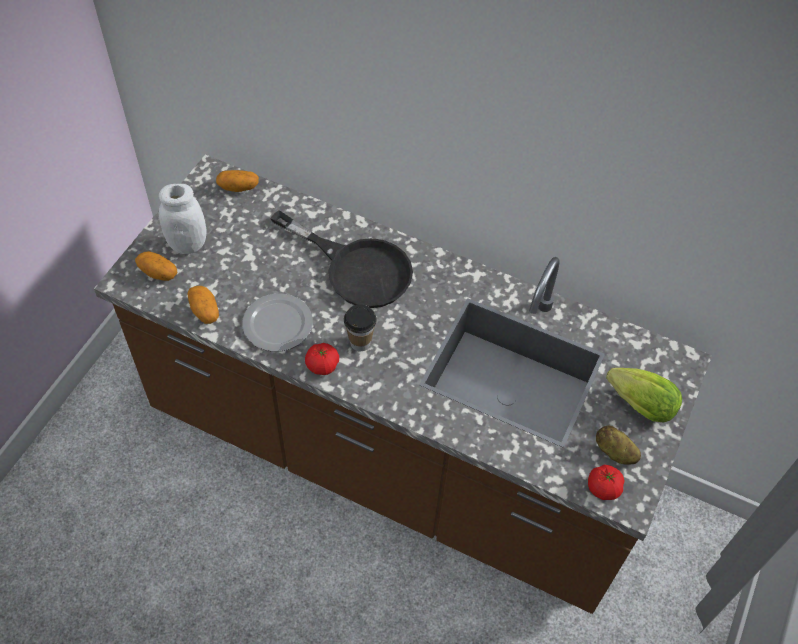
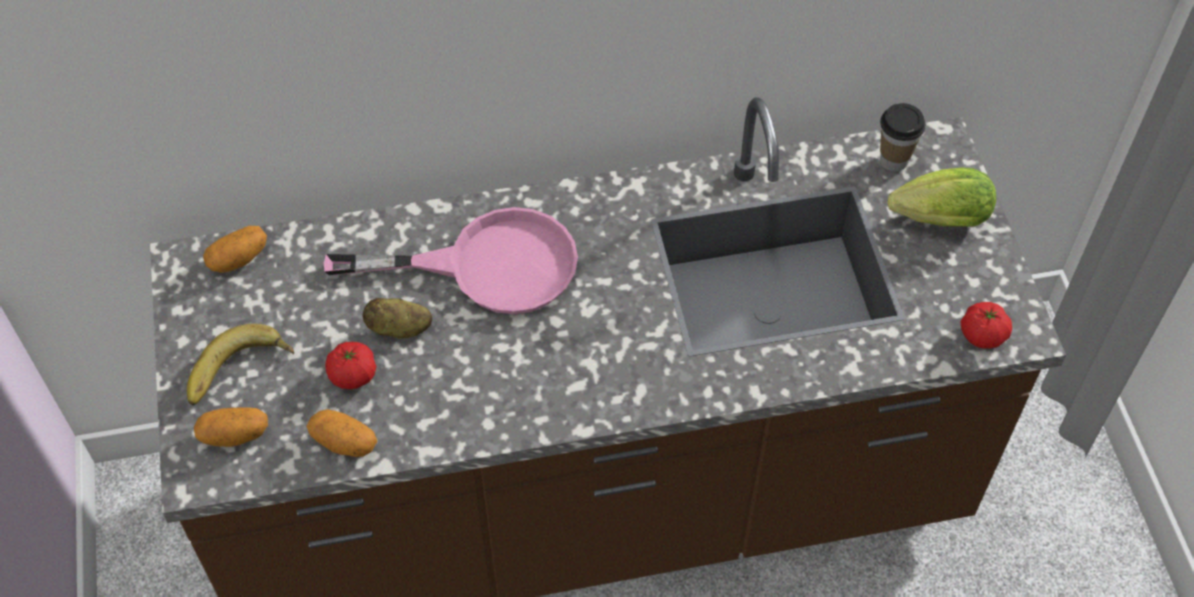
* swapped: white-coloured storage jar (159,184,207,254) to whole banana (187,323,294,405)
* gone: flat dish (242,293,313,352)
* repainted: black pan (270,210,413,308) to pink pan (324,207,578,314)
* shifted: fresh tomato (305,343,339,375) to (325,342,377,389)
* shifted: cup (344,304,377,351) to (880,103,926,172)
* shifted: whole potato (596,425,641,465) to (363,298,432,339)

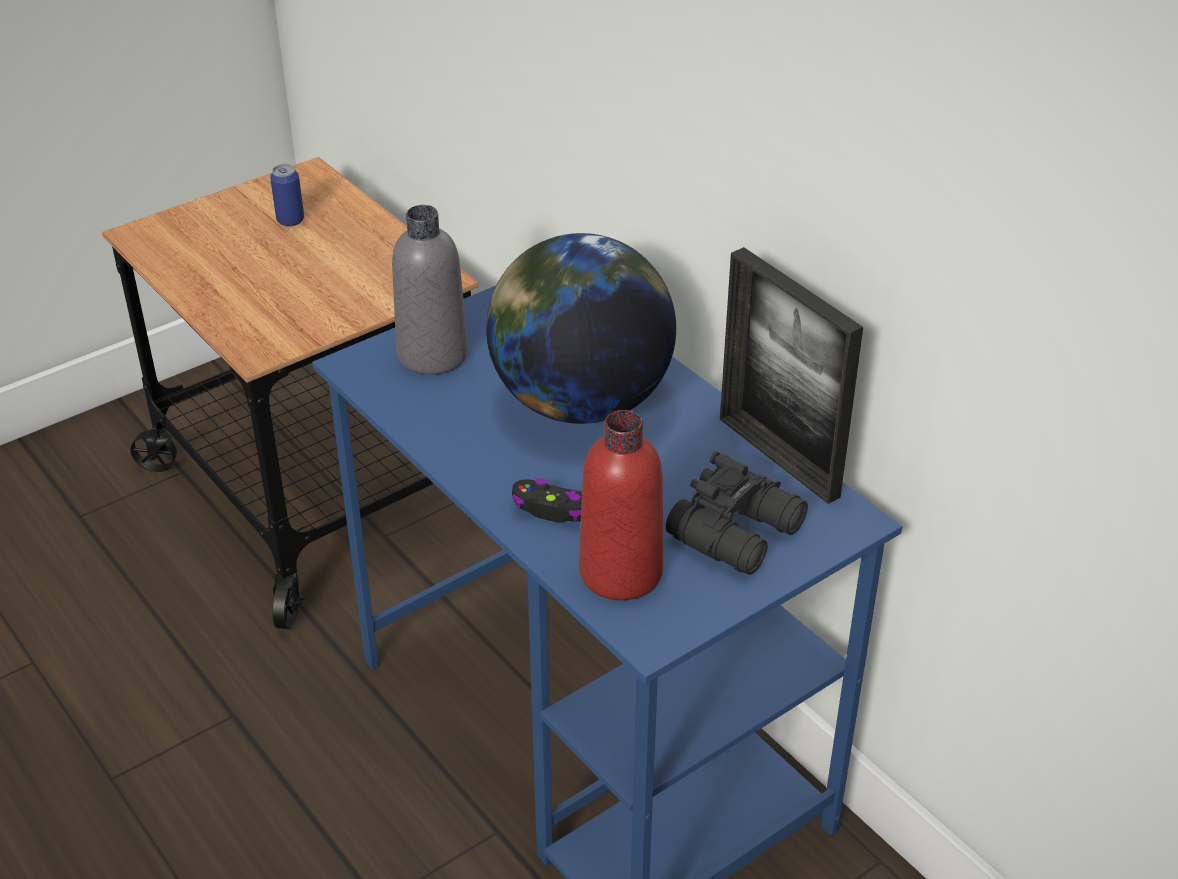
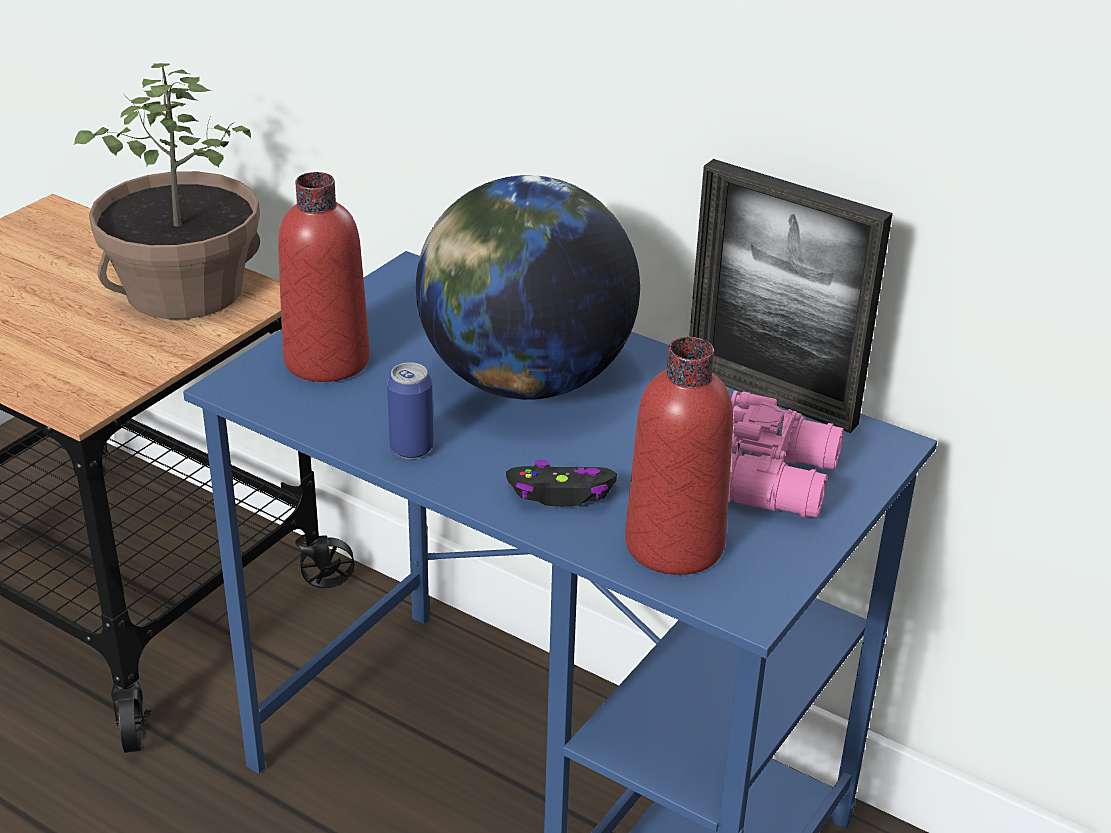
* shifted: can (270,164,304,227) to (387,362,434,459)
* repainted: greyish beverage bottle (392,205,468,375) to red-coloured beverage bottle (278,172,370,382)
* repainted: black field glasses (666,451,808,575) to pink field glasses (729,391,844,518)
* new: plant in a pot (74,63,260,319)

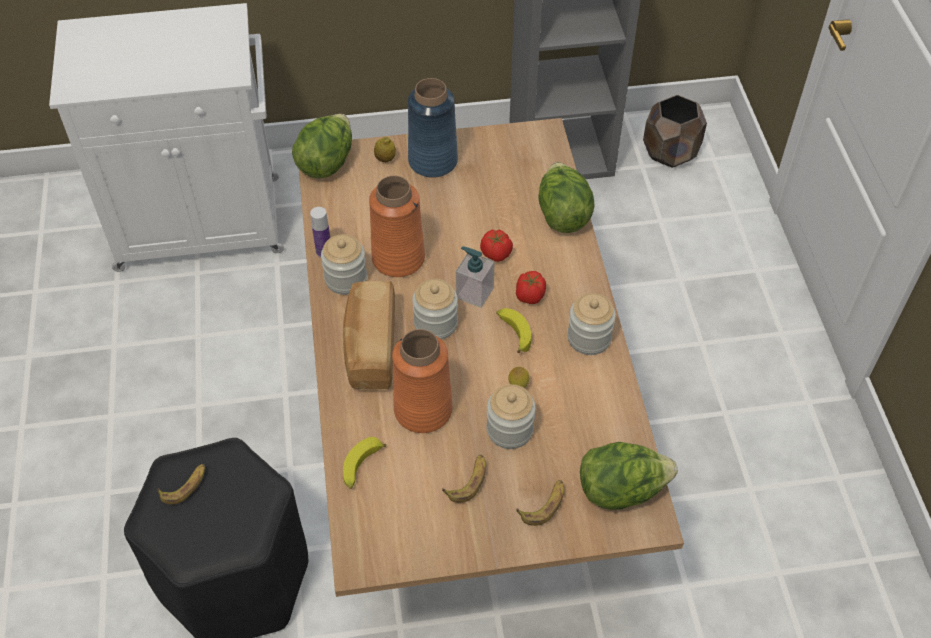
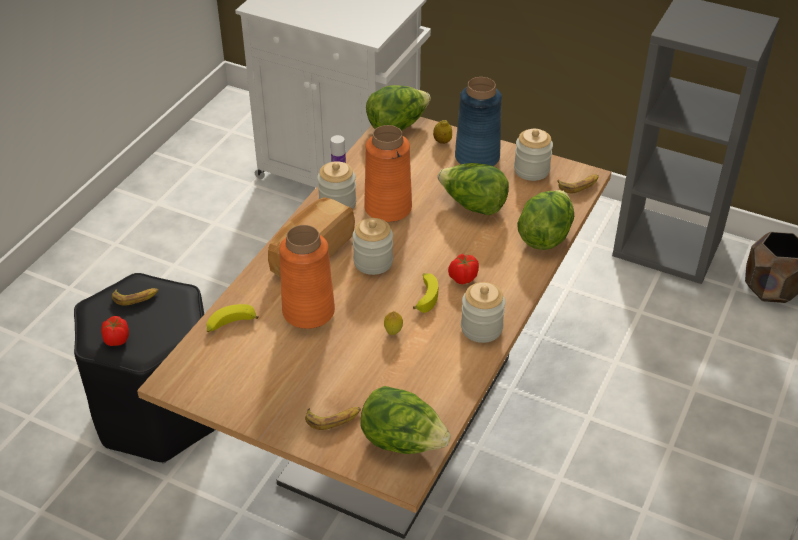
* shifted: whole banana (442,455,486,503) to (557,174,599,193)
* gone: soap bottle (456,246,495,308)
* shifted: fresh tomato (480,229,513,262) to (101,316,129,346)
* shifted: storage jar (486,384,536,449) to (514,129,553,181)
* new: lettuce head (437,163,509,215)

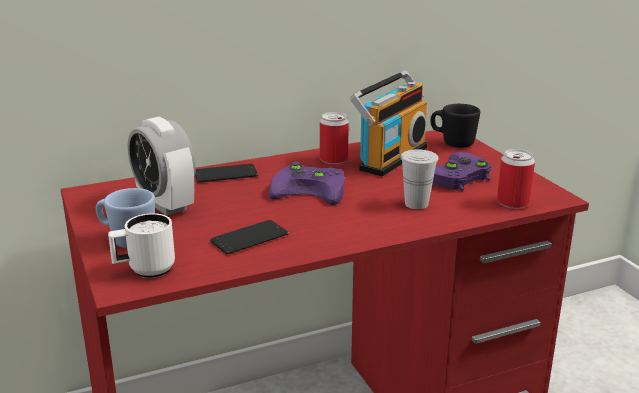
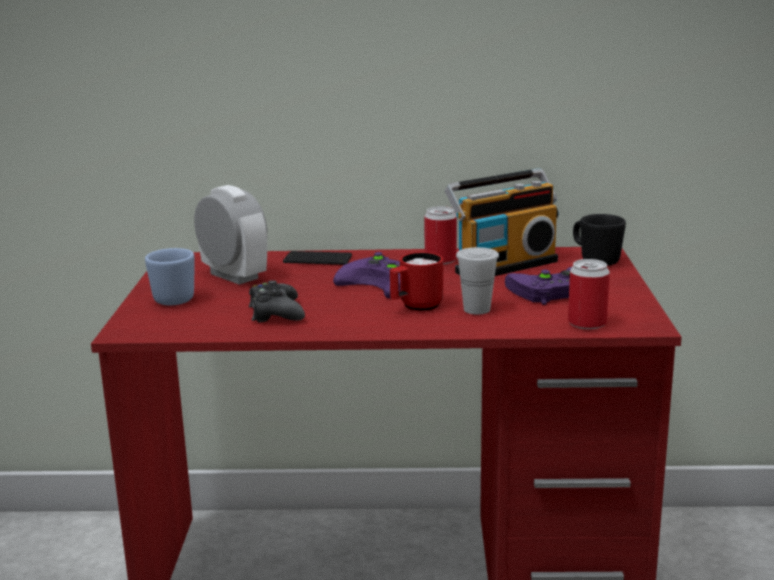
* gone: white-coloured tea mug (108,213,175,278)
* rotated: bedside clock (128,117,196,216) = (194,185,267,285) 150 degrees clockwise
* swapped: telephone (210,220,288,254) to black joypad (249,280,305,323)
* new: red-coloured tea mug (390,252,443,311)

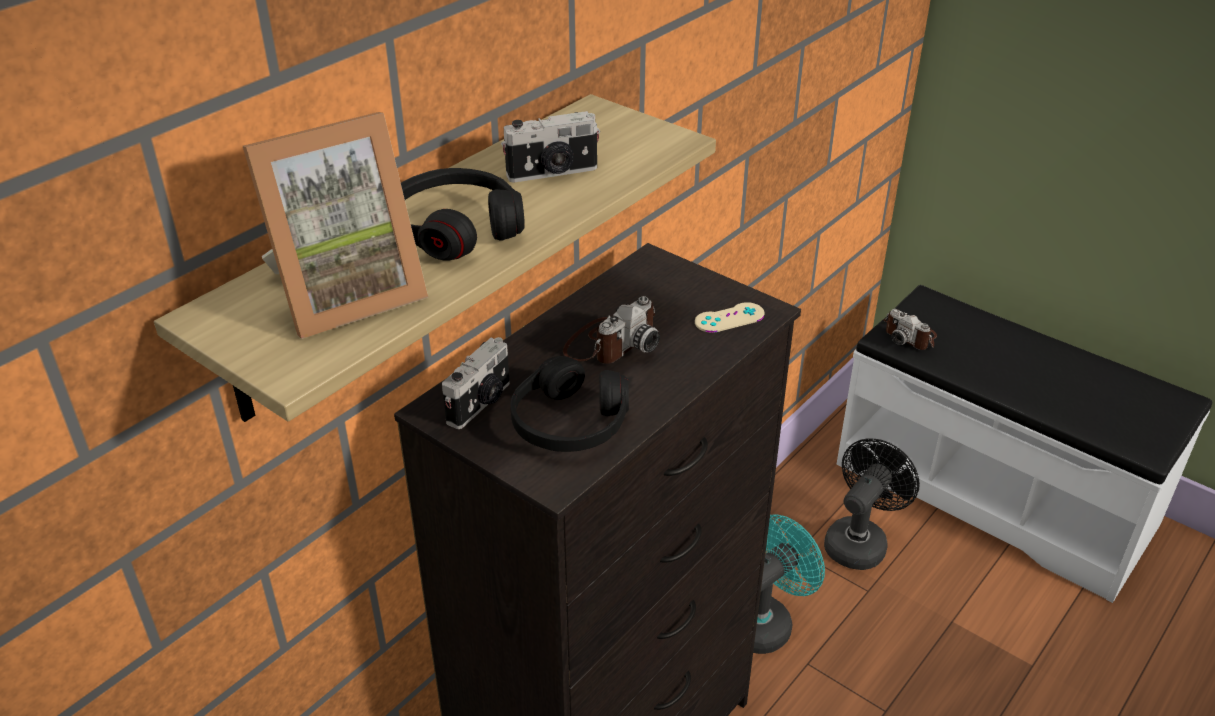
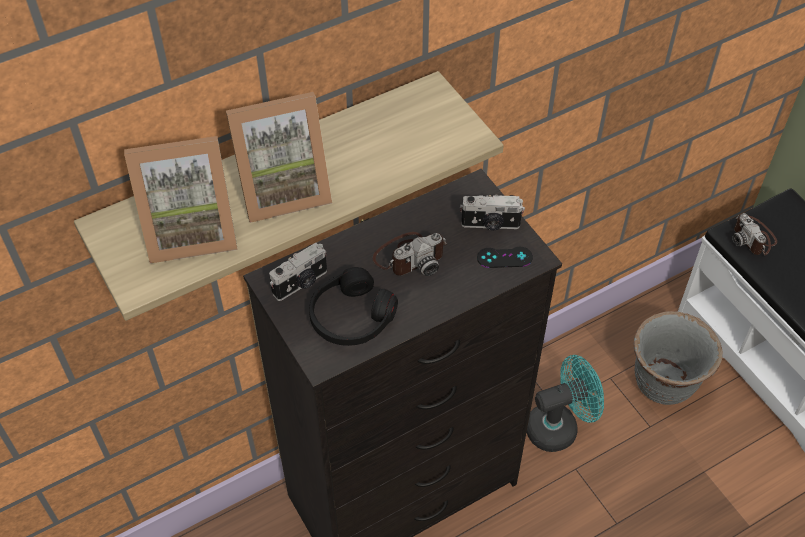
* swapped: black pair of headphones (401,168,525,261) to photo frame (226,92,332,223)
* shifted: still camera (501,111,600,182) to (460,195,525,230)
* repainted: beige-coloured joypad (695,302,765,333) to black joypad (477,247,533,268)
* swapped: black electric fan (824,439,920,570) to greyish flower pot (634,311,723,405)

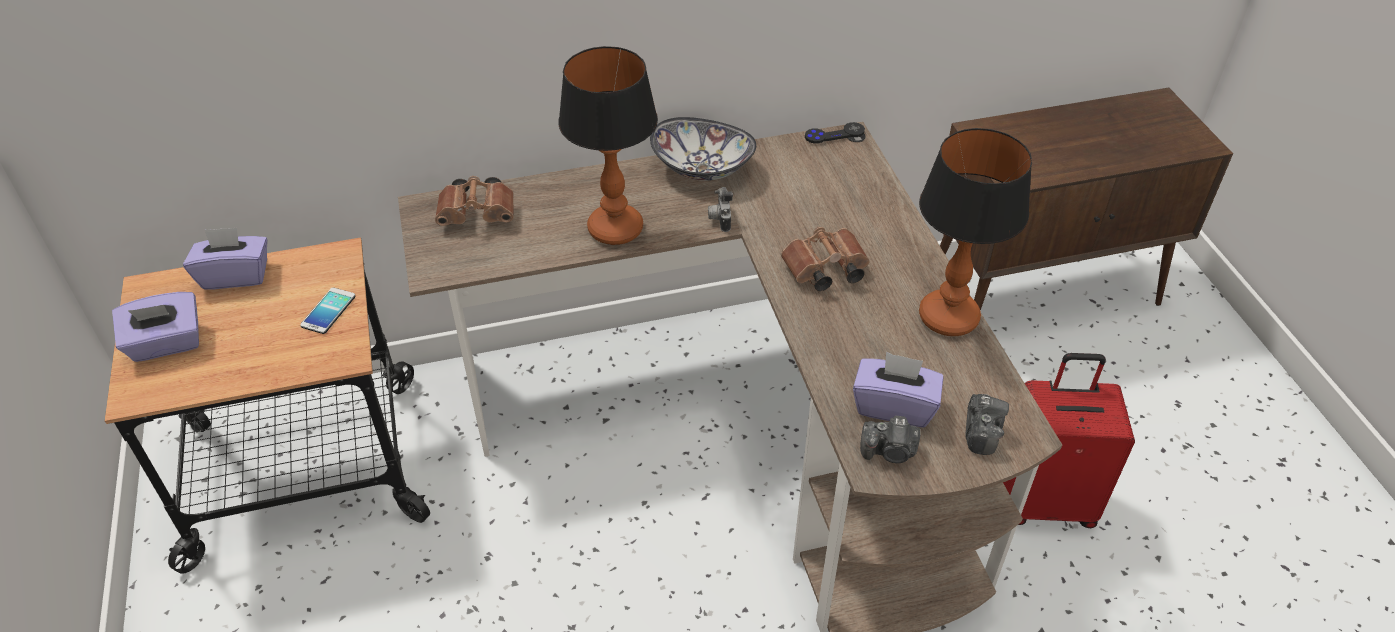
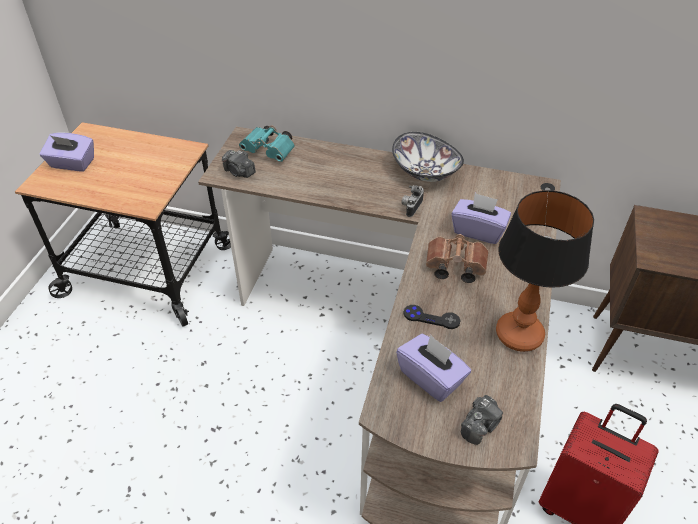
* shifted: purple-coloured tissue holder (183,227,268,290) to (451,193,511,244)
* gone: telephone (300,287,356,334)
* repainted: brown-coloured field glasses (435,176,514,226) to turquoise field glasses (239,126,295,162)
* gone: tabletop lamp (558,46,658,245)
* shifted: black joypad (805,122,865,144) to (403,305,460,329)
* shifted: still camera (860,415,921,463) to (222,150,256,178)

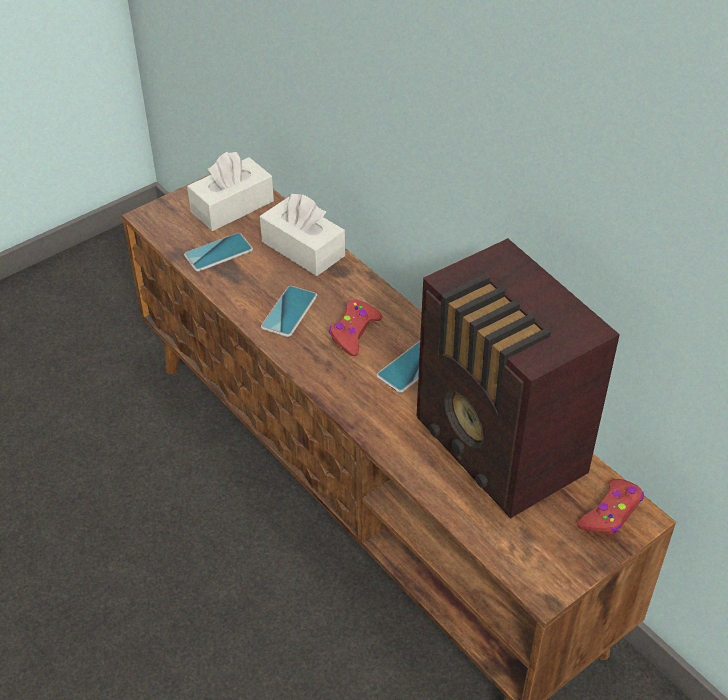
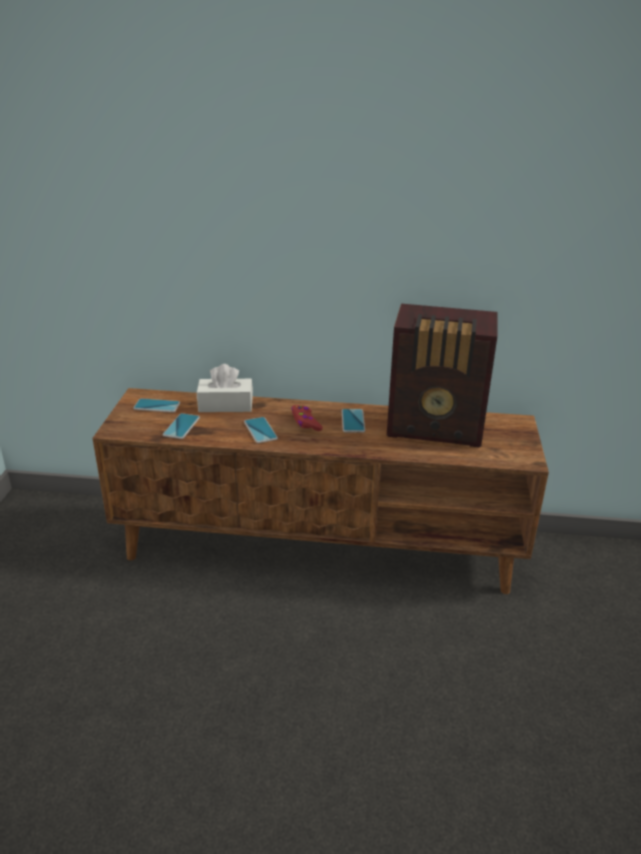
* swapped: white-coloured tissue holder (187,152,274,231) to telephone (133,398,180,413)
* gone: red-coloured joypad (577,479,644,534)

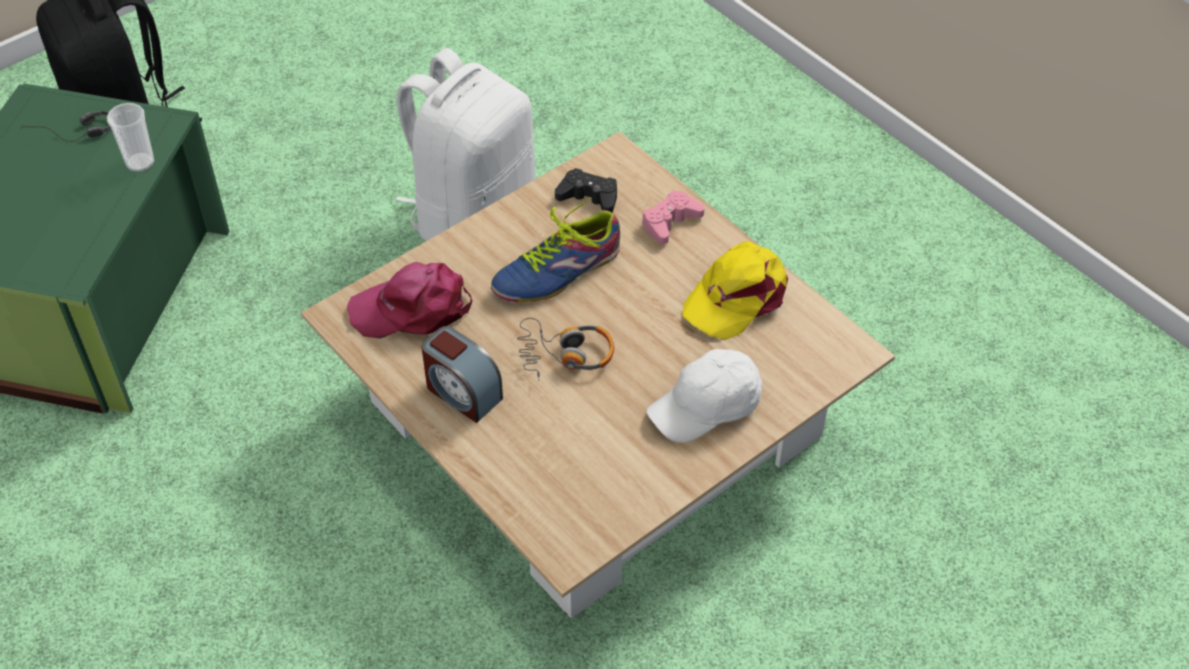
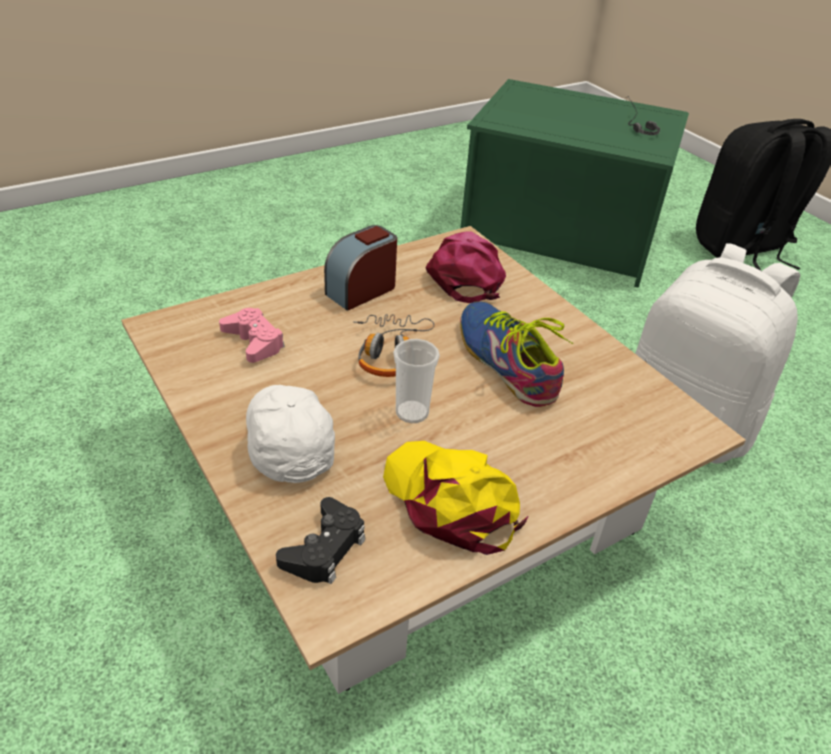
* shifted: cup (107,103,154,172) to (393,339,440,423)
* shifted: black joypad (555,168,617,213) to (276,497,365,584)
* shifted: pink joypad (642,190,705,244) to (219,308,285,363)

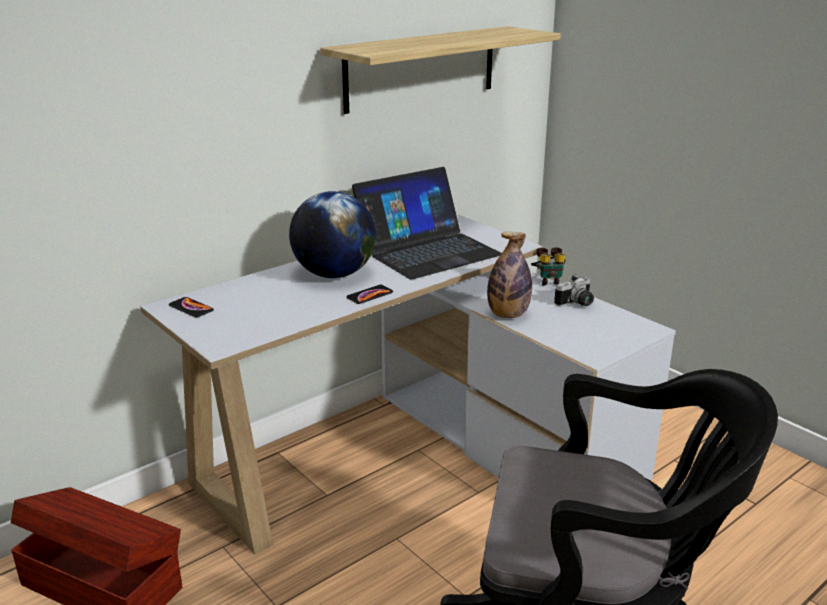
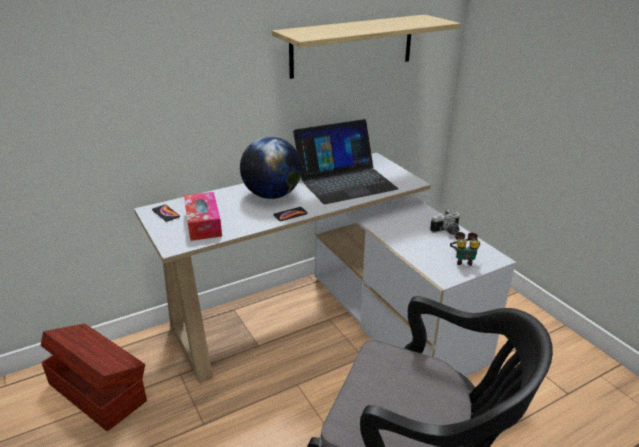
* gone: beverage bottle (487,232,532,318)
* shifted: field glasses (531,247,566,286) to (450,232,480,266)
* new: tissue holder (184,192,222,241)

